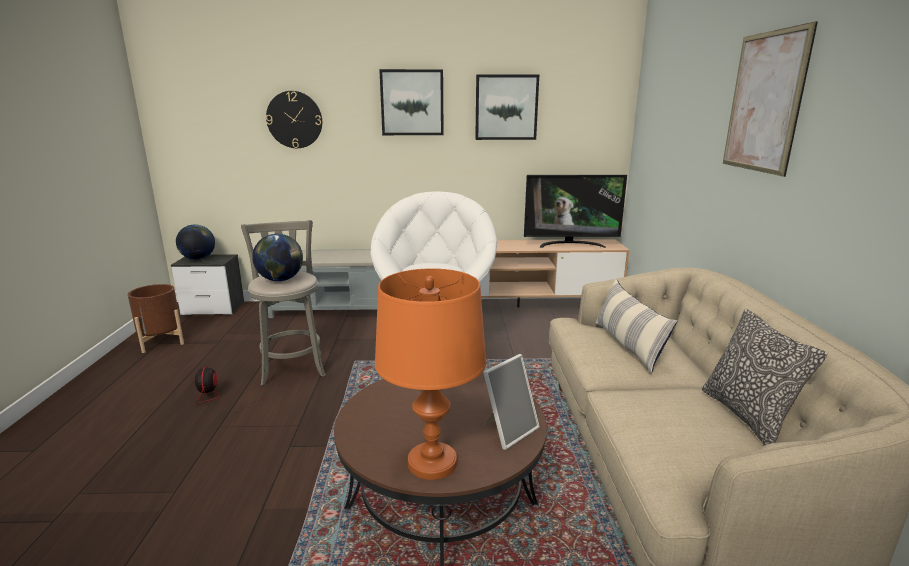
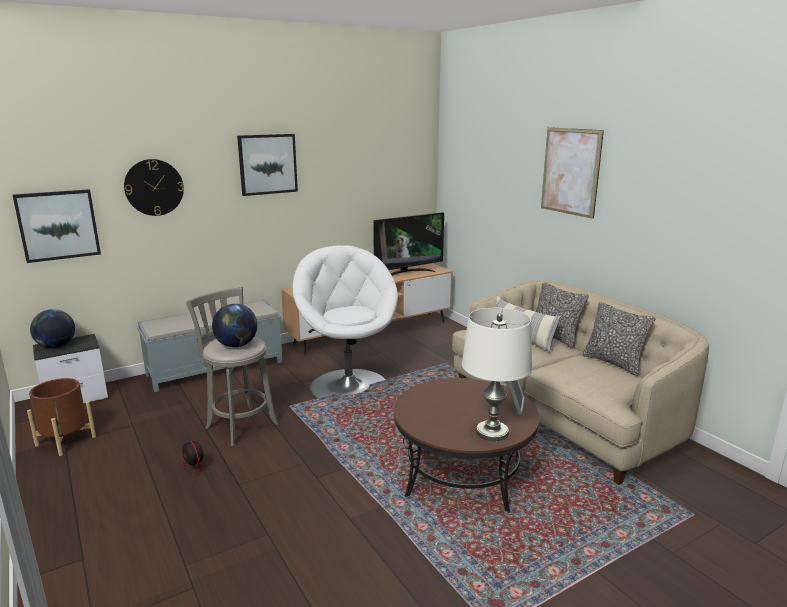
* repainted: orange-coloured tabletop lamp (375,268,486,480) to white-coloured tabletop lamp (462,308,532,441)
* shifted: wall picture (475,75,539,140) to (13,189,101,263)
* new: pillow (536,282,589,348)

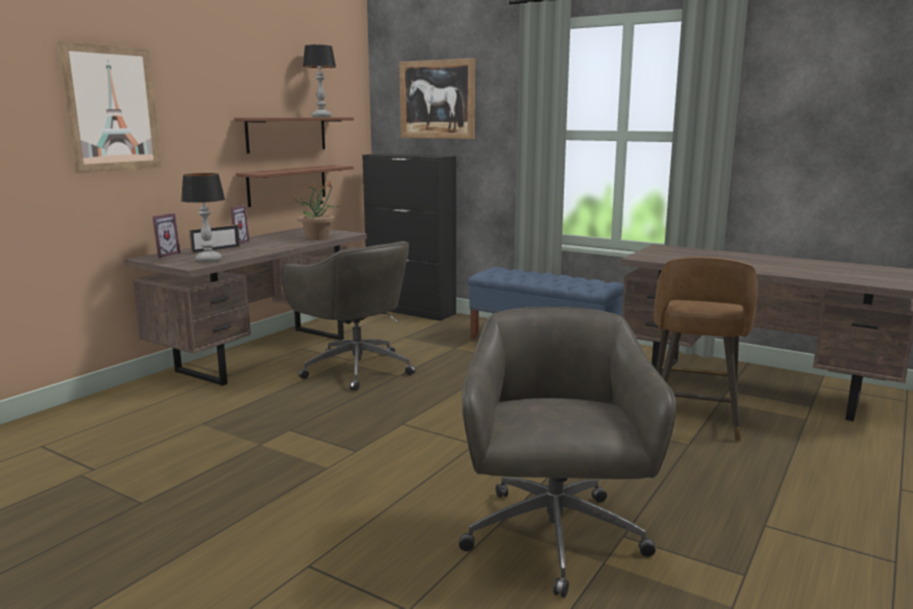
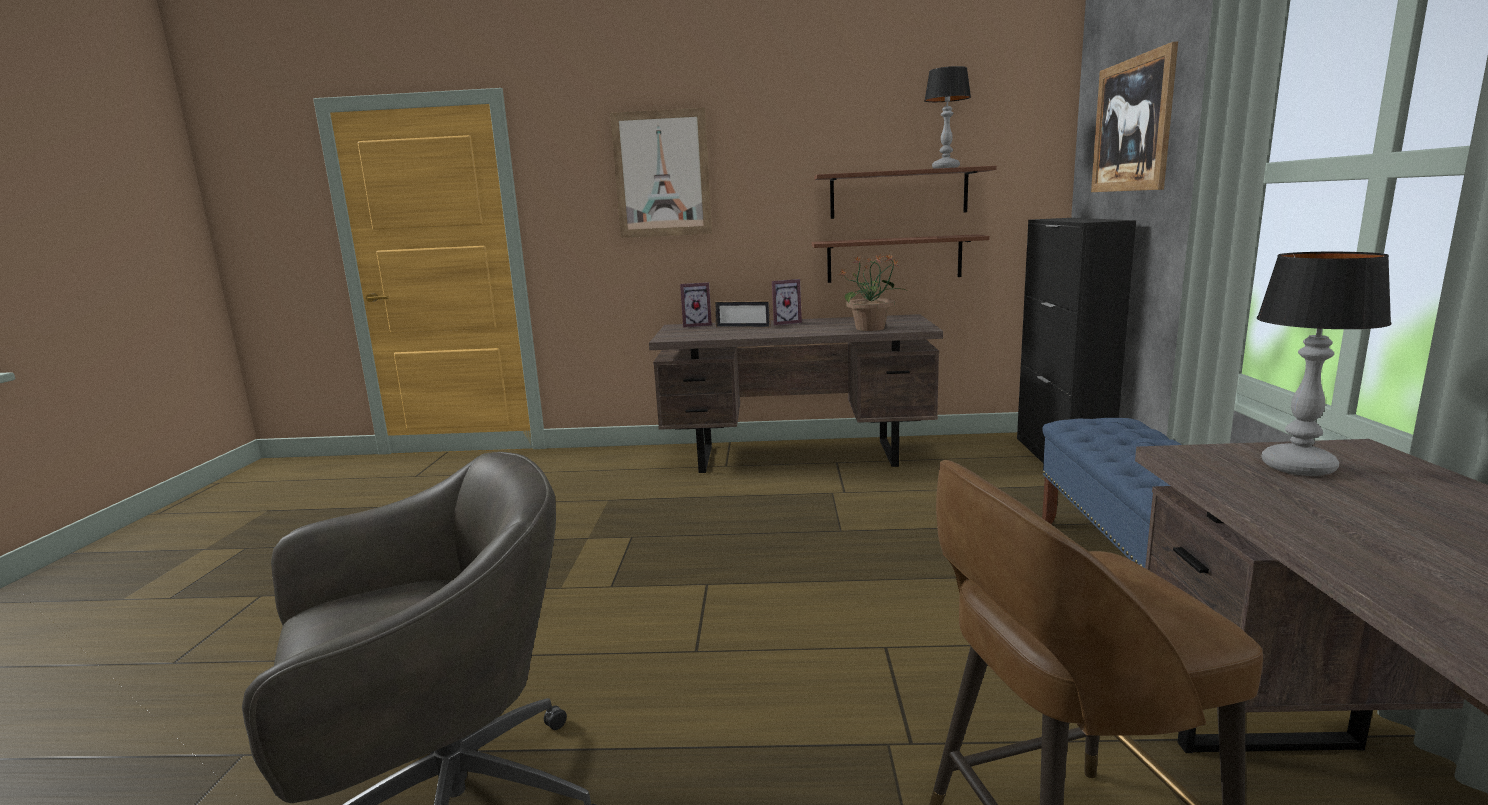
* shifted: tabletop lamp (181,173,225,262) to (1256,252,1392,476)
* gone: greyish desk chair (281,241,416,391)

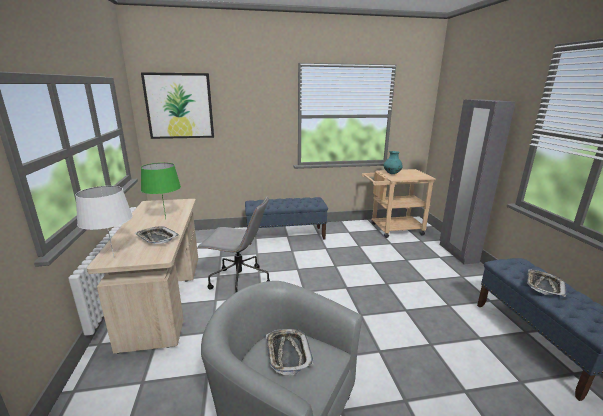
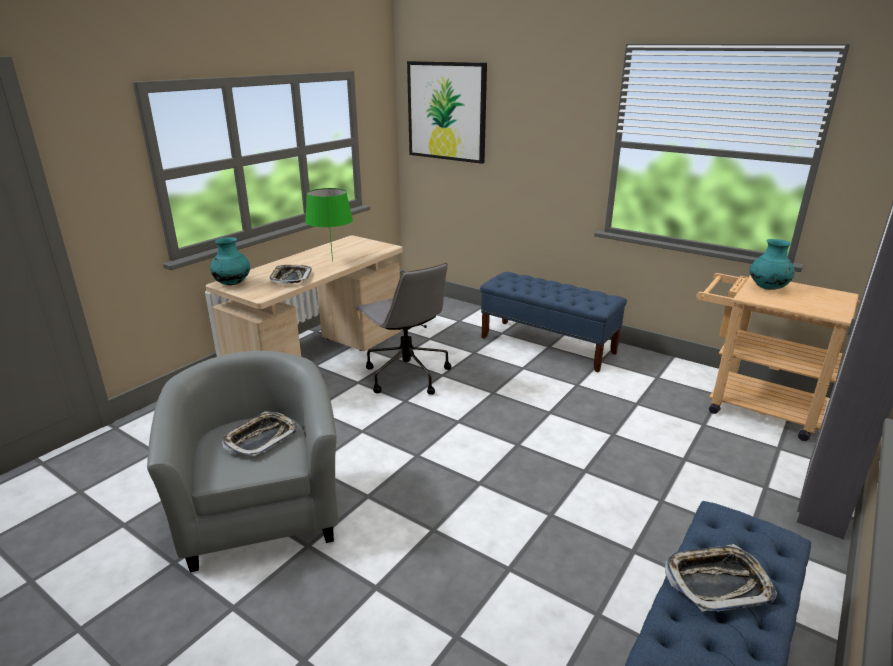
* swapped: white-coloured tabletop lamp (75,186,133,259) to turquoise decorative vase (210,237,250,285)

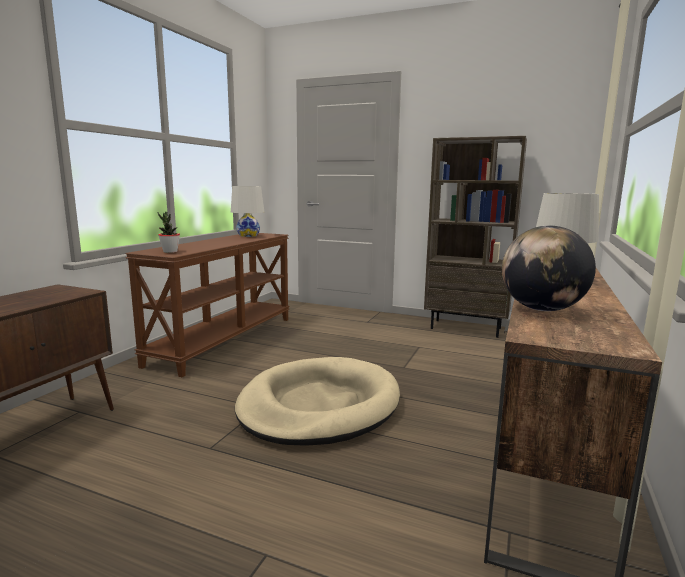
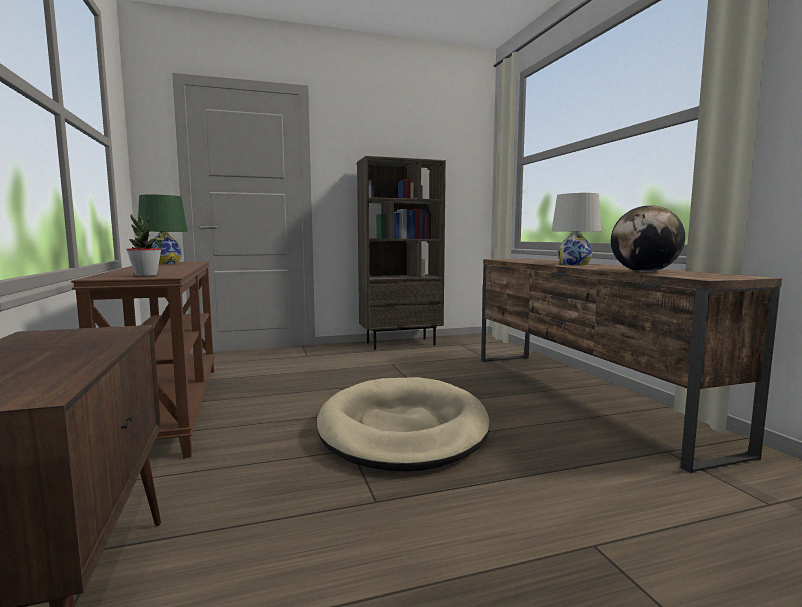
* repainted: white-coloured tabletop lamp (231,186,264,237) to green tabletop lamp (138,195,188,264)

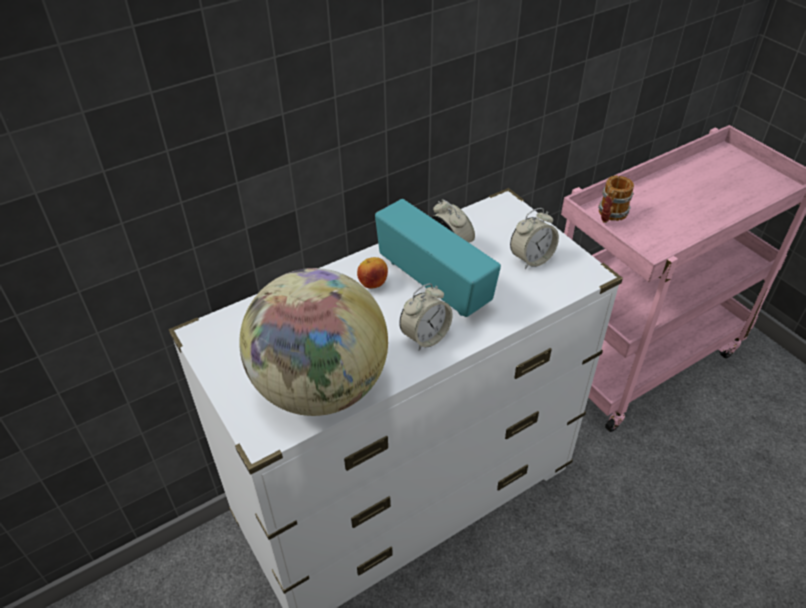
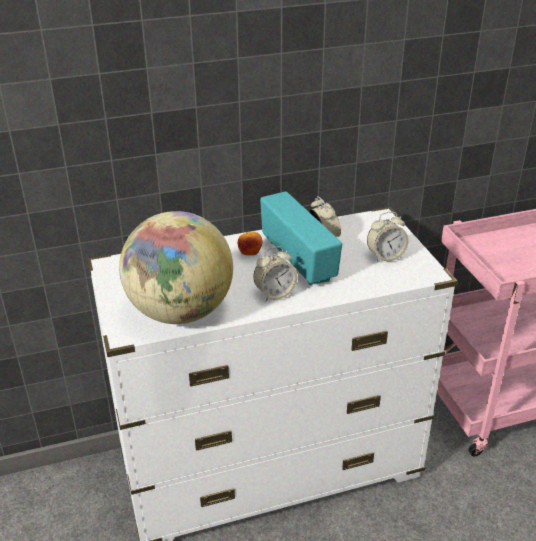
* gone: tea mug (598,175,634,223)

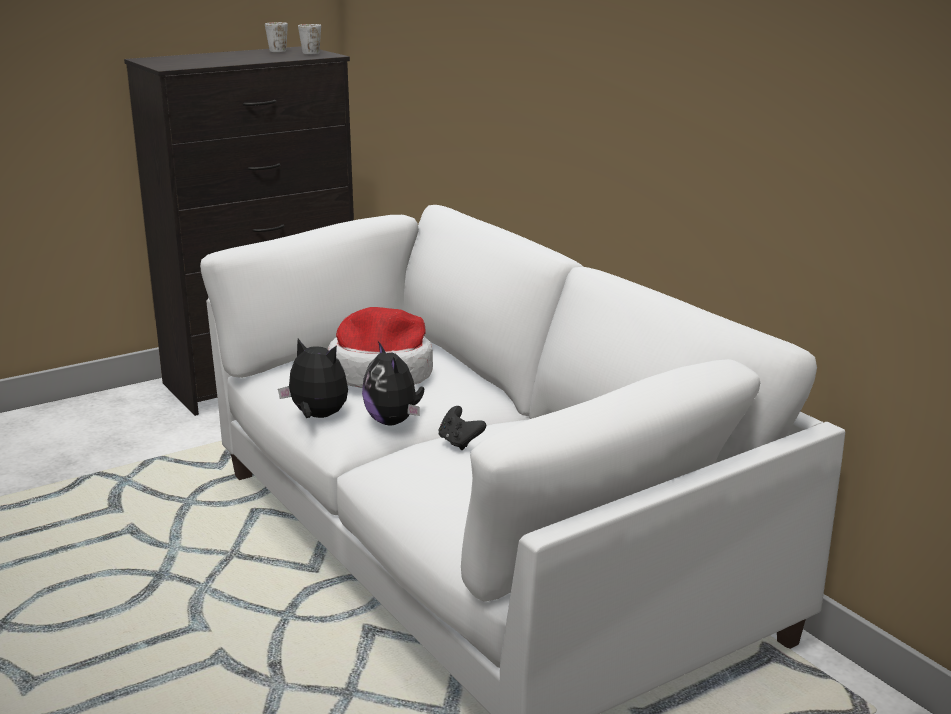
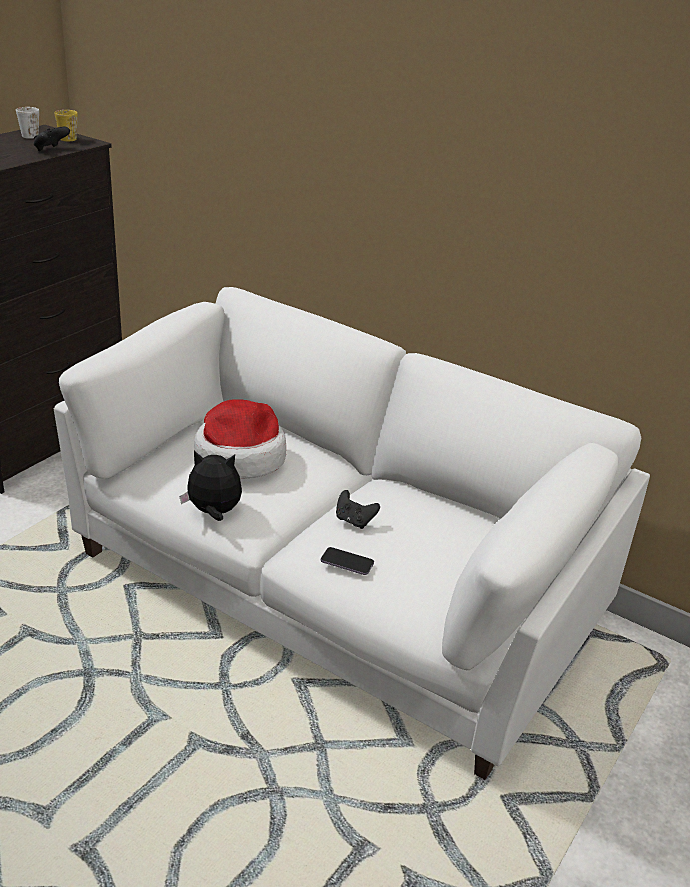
* repainted: white-coloured tea mug (298,24,321,54) to yellow-coloured tea mug (54,110,78,141)
* gone: plush toy (362,341,424,426)
* new: black joypad (34,127,70,151)
* new: telephone (321,547,374,575)

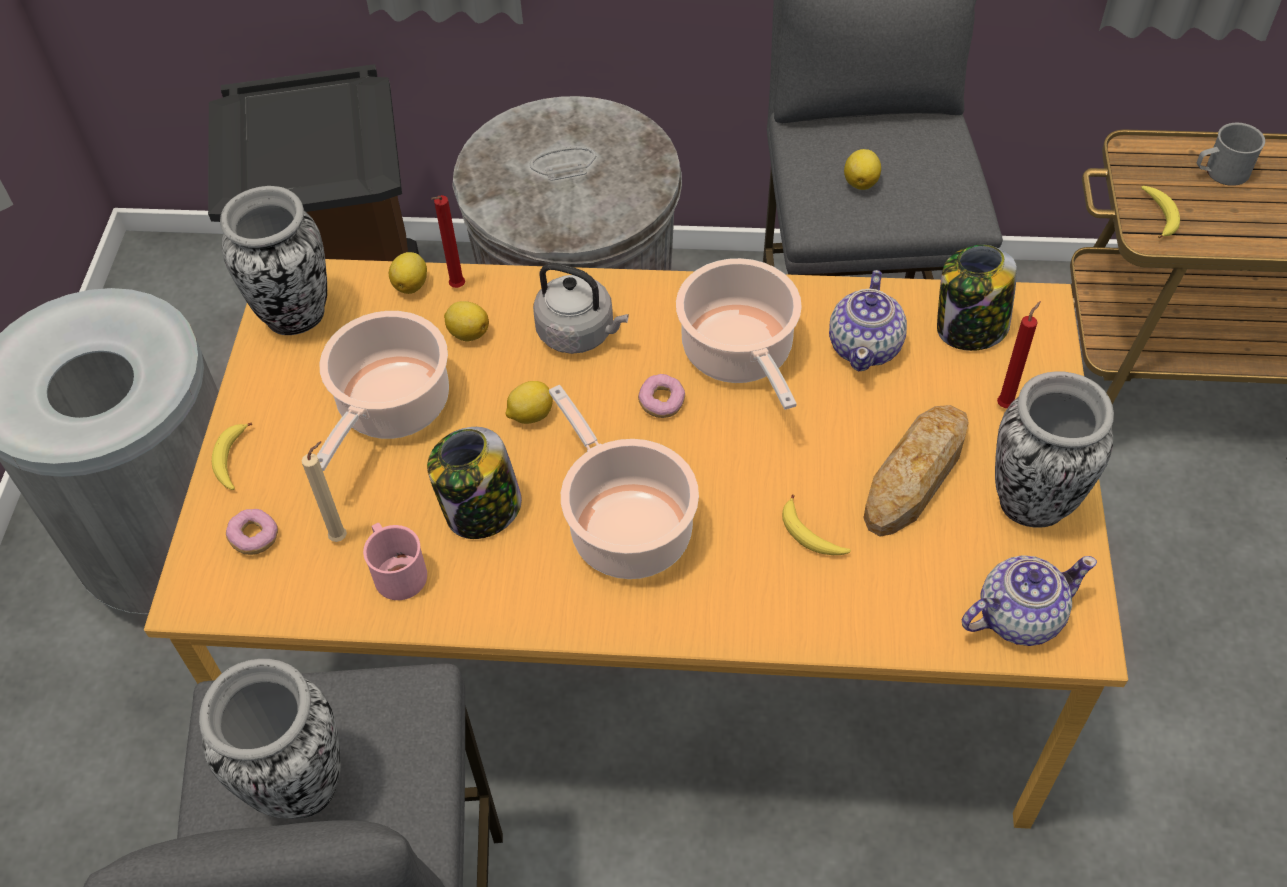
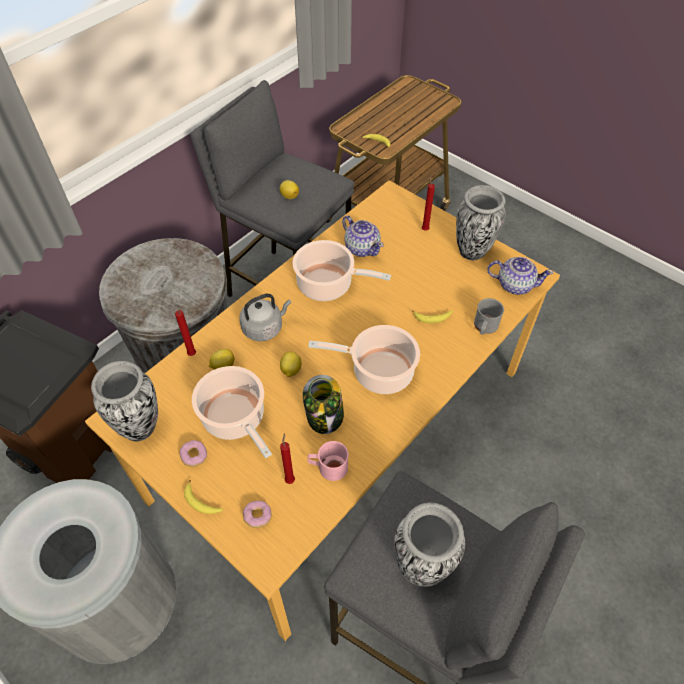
* repainted: beige-coloured wax candle (301,441,347,542) to red-coloured wax candle (280,433,295,484)
* gone: citrus fruit (389,252,427,294)
* shifted: ring doughnut (638,374,685,418) to (179,440,207,467)
* gone: bread (863,405,969,536)
* gone: storage jar (937,245,1017,351)
* rotated: teapot (962,555,1097,646) = (487,257,553,295) 90 degrees clockwise
* shifted: greyish tea mug (1197,123,1265,186) to (474,298,504,335)

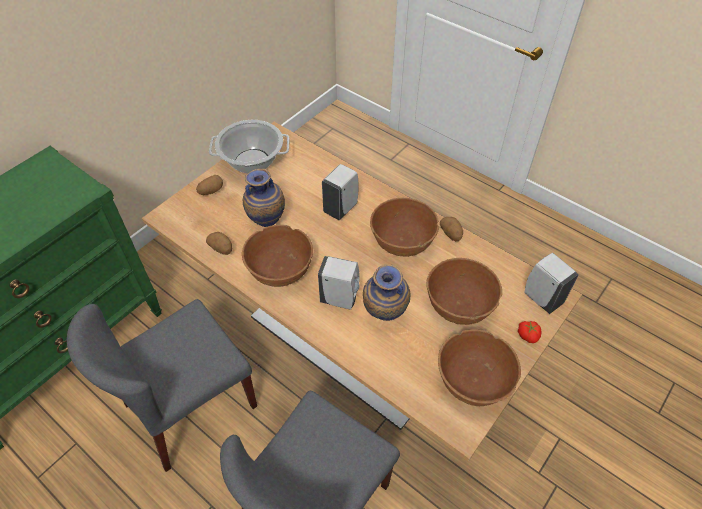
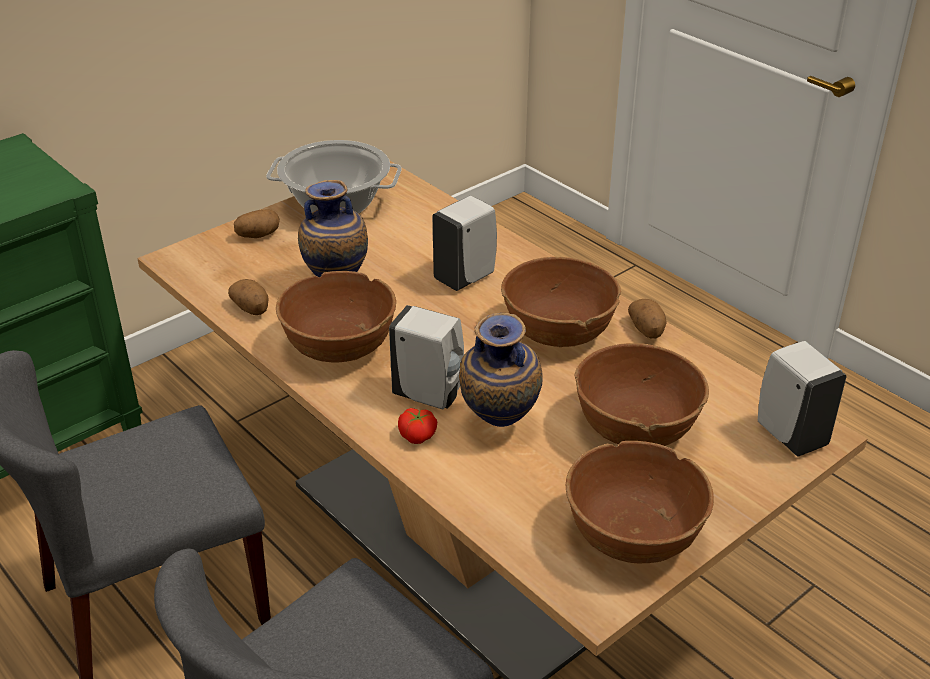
* shifted: fresh tomato (518,321,541,343) to (398,408,437,444)

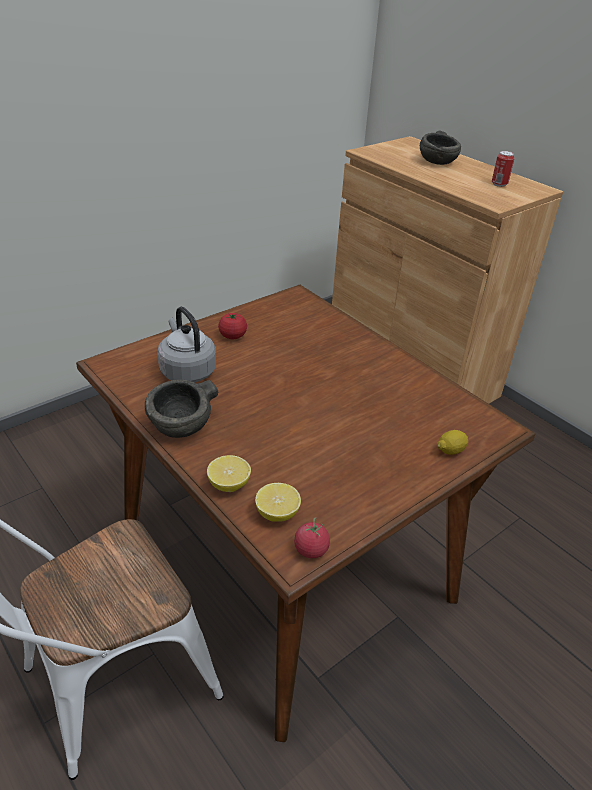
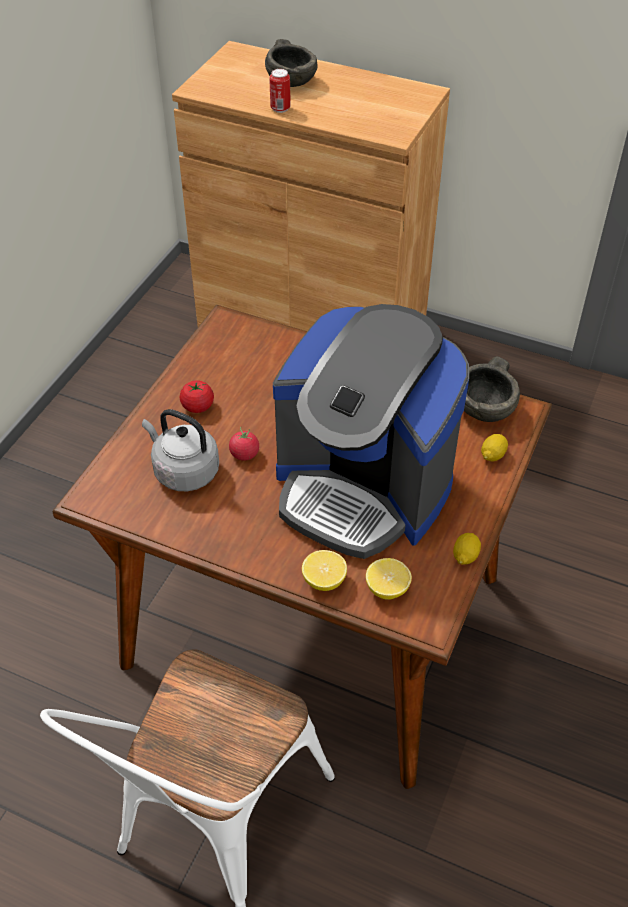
* shifted: greyish deep dish (145,379,218,438) to (464,356,520,422)
* shifted: fresh tomato (294,517,330,558) to (229,427,259,461)
* shifted: can (492,151,515,187) to (269,69,291,113)
* new: coffee machine (273,304,469,559)
* new: citrus fruit (453,533,481,565)

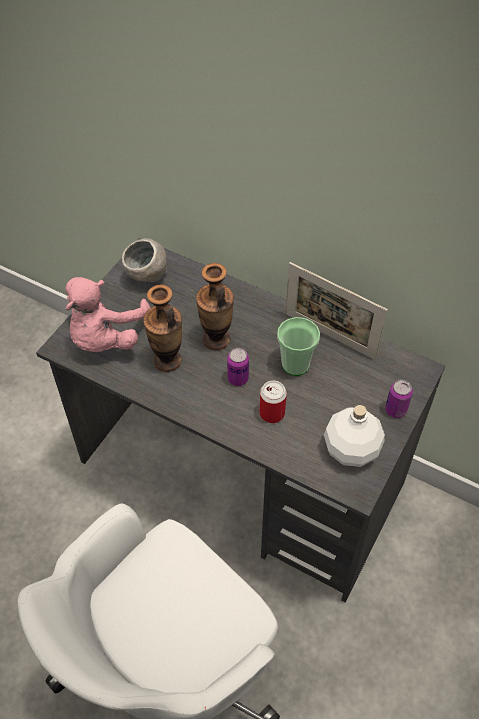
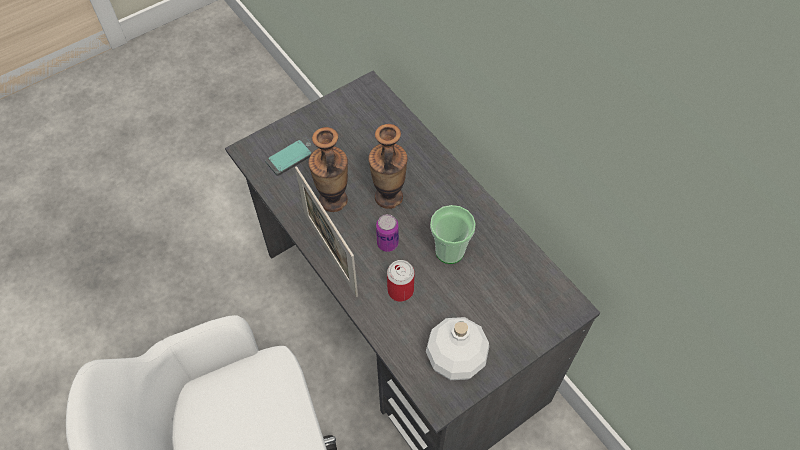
* swapped: pink plush toy (66,277,151,352) to telephone (265,137,316,176)
* gone: greyish deep dish (122,238,167,283)
* shifted: photo frame (285,262,388,360) to (295,166,358,297)
* gone: can (385,379,413,418)

